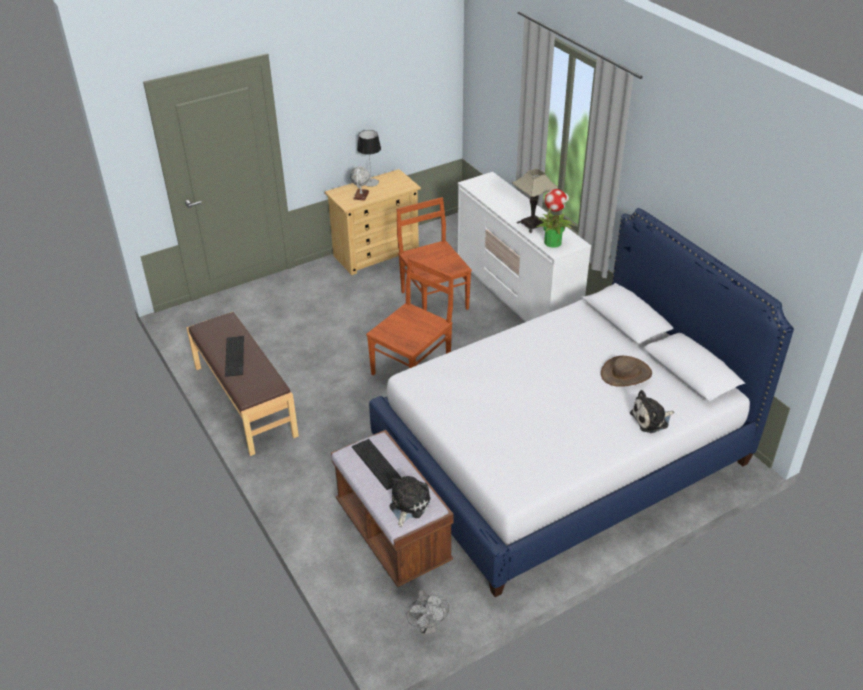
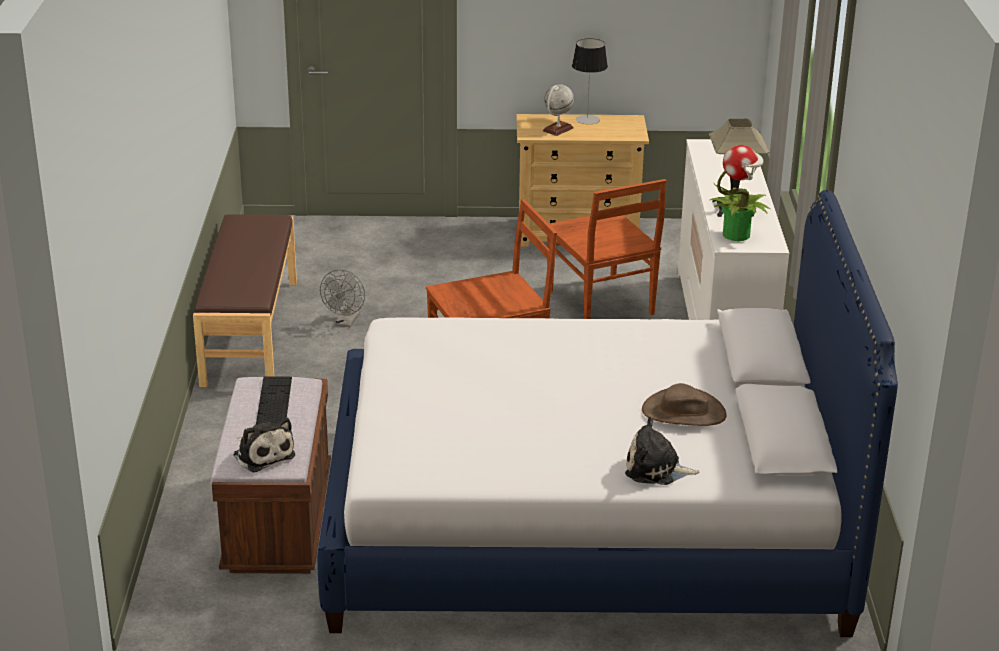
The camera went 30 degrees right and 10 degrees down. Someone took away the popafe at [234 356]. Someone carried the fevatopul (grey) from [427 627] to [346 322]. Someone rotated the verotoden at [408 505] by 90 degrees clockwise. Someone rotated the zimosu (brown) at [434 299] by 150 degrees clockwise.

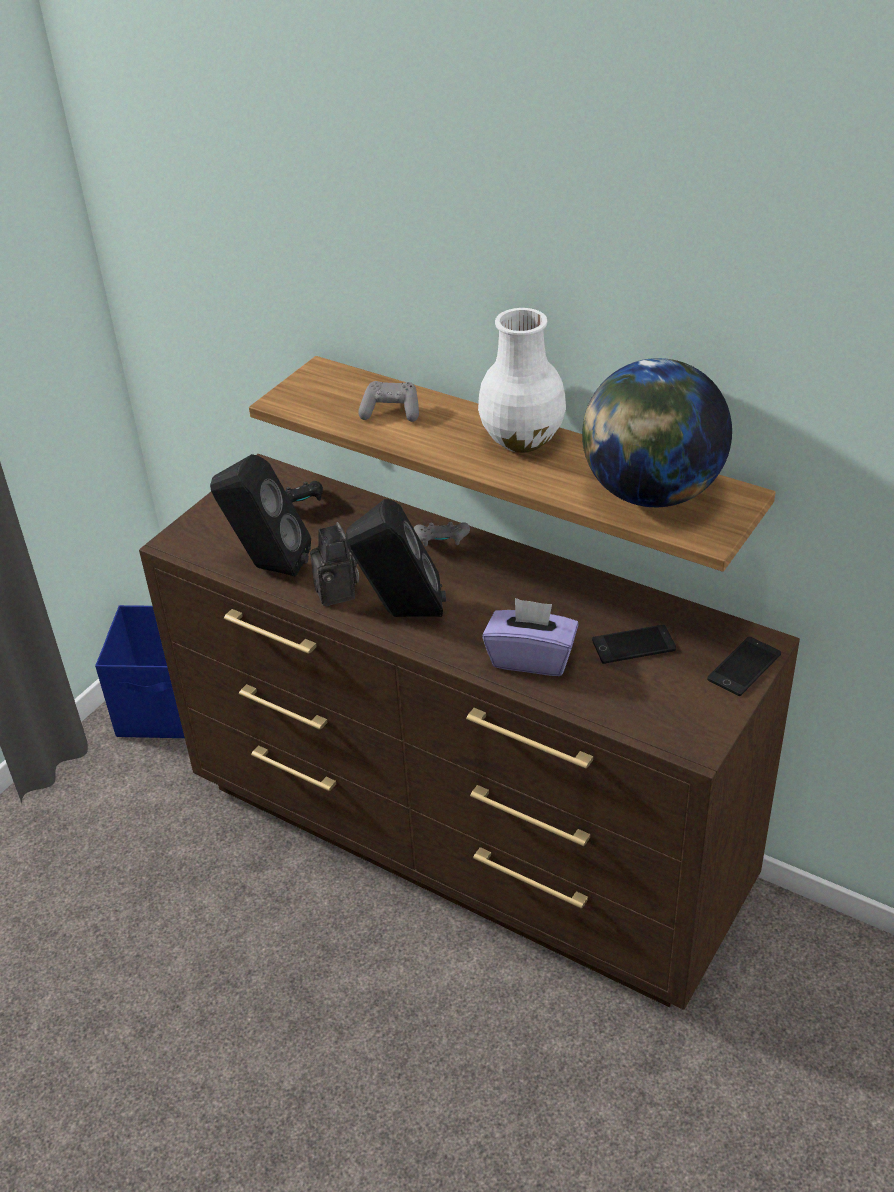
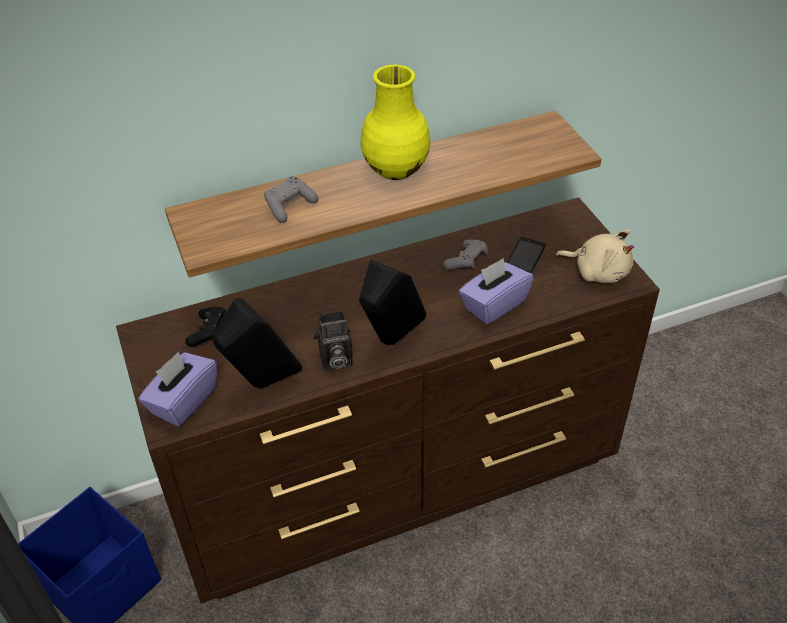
The camera went 55 degrees left and 5 degrees up. Someone took away the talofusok at [651 493]. Someone took away the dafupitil at [744 667]. Someone put down the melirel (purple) at [183 401]. Someone put down the verotoden (beige) at [598 271]. Someone carried the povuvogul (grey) from [441 543] to [466 262]. Someone repainted the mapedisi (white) at [521 441], which became the mapedisi (yellow) at [395 170]. Someone rotated the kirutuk at [338 593] by 150 degrees clockwise.

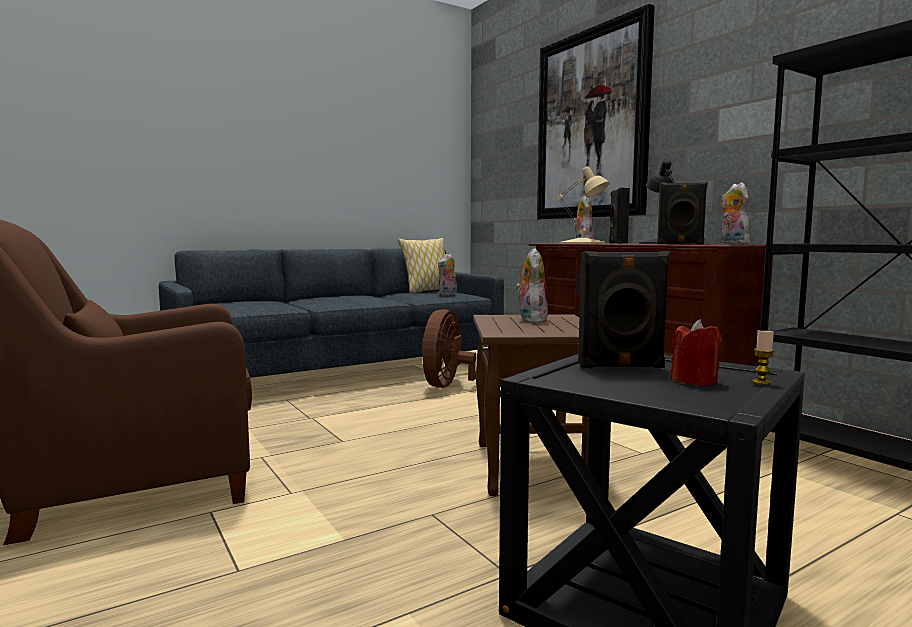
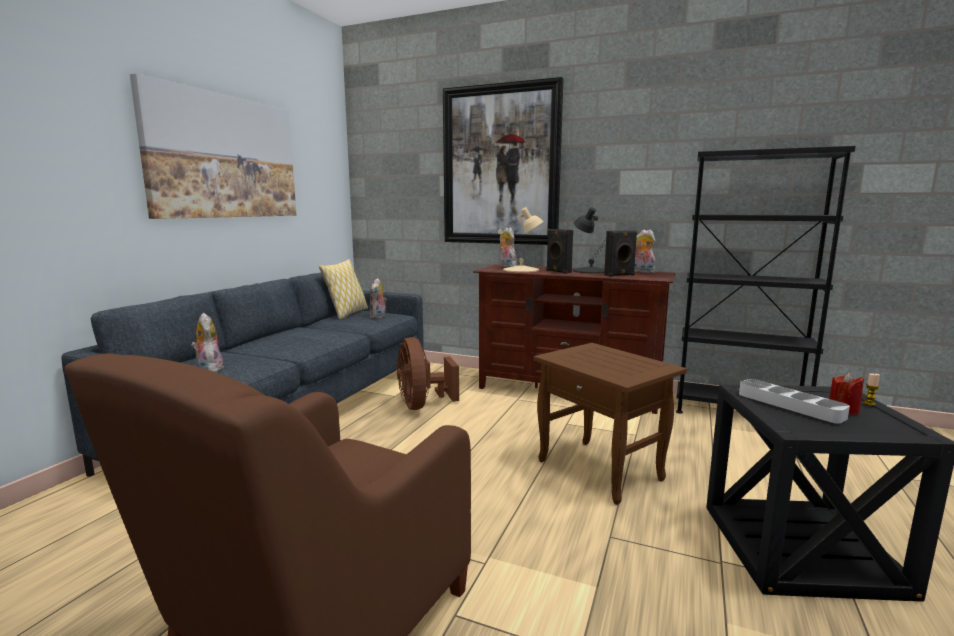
The camera went 35 degrees left and 5 degrees up. Someone put up the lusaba at [224 157]. Someone carried the verotoden from [531 320] to [209 369]. Someone swapped the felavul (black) at [621 366] for the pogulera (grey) at [789 405].

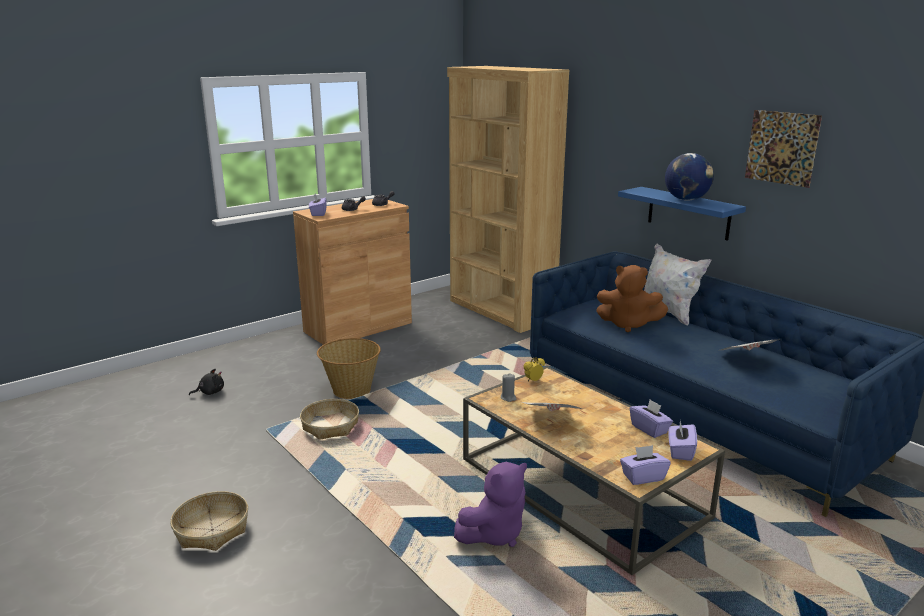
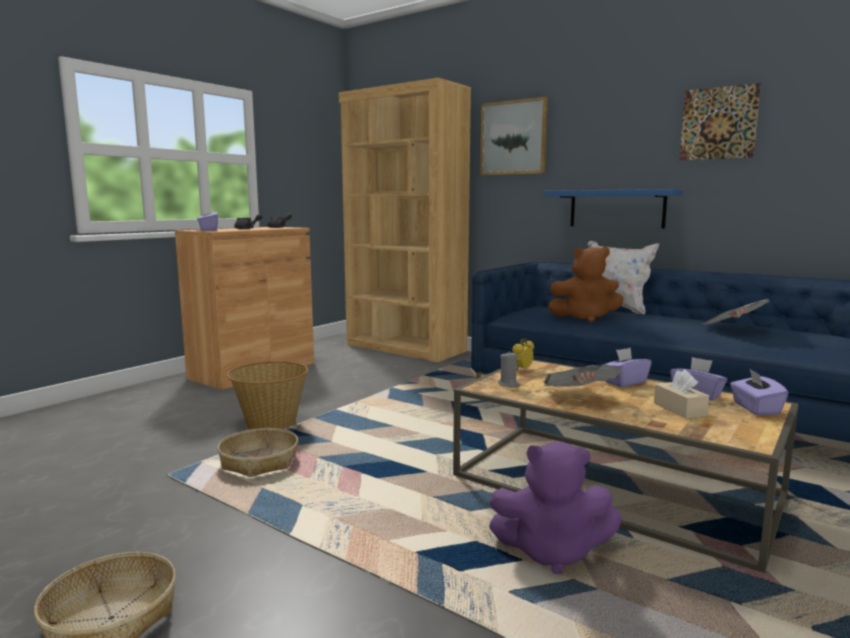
The camera went 15 degrees left and 10 degrees down. Someone took away the verotoden (black) at [210 392]. Someone took away the talofusok at [686 199]. Someone put up the lusaba at [514 138]. Someone put down the melirel (beige) at [679 409]. Someone carried the melirel (purple) from [643 477] to [624 382]. Someone rotated the verotoden (purple) at [494 533] by 60 degrees clockwise.

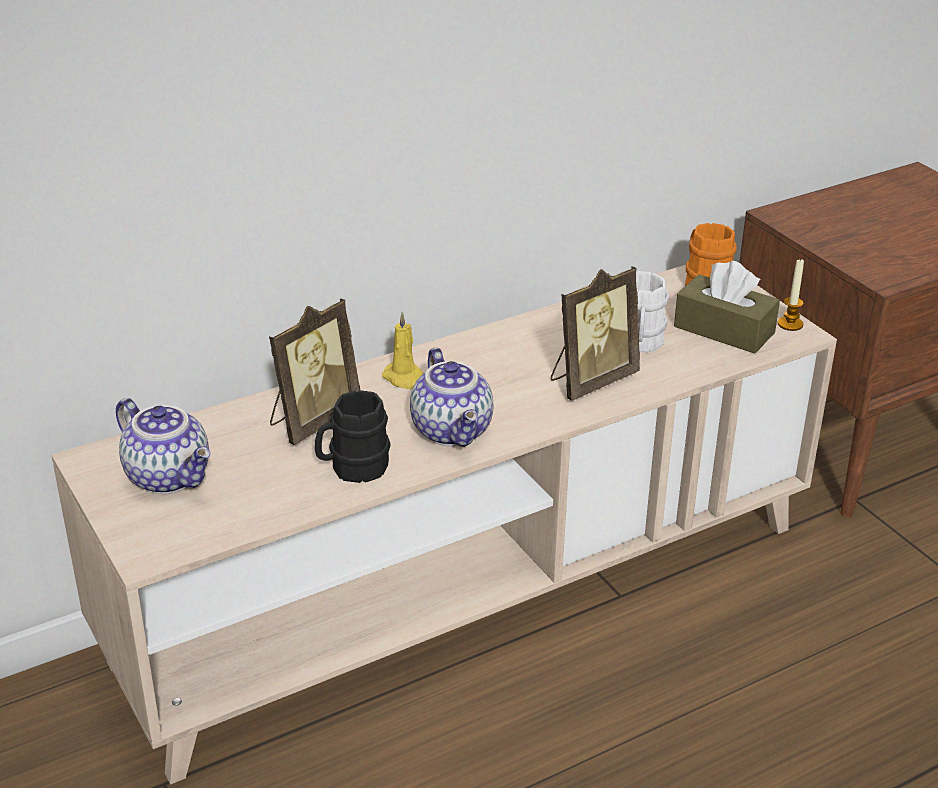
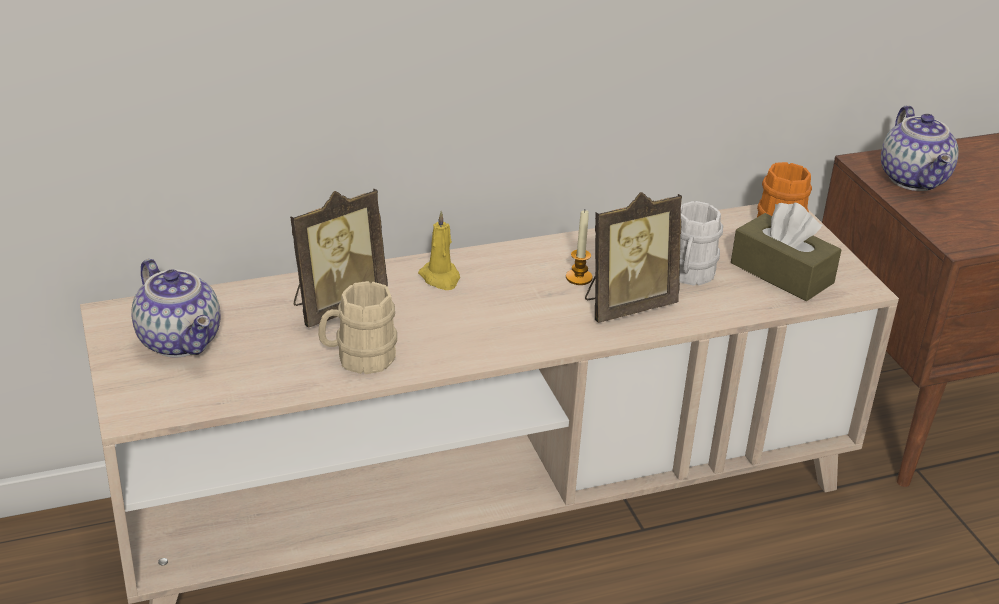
The camera went 10 degrees right and 0 degrees up. Someone carried the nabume from [454 431] to [915 180]. Someone carried the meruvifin from [790 324] to [579 278]. Someone repainted the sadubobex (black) at [352 468], which became the sadubobex (beige) at [358 358].

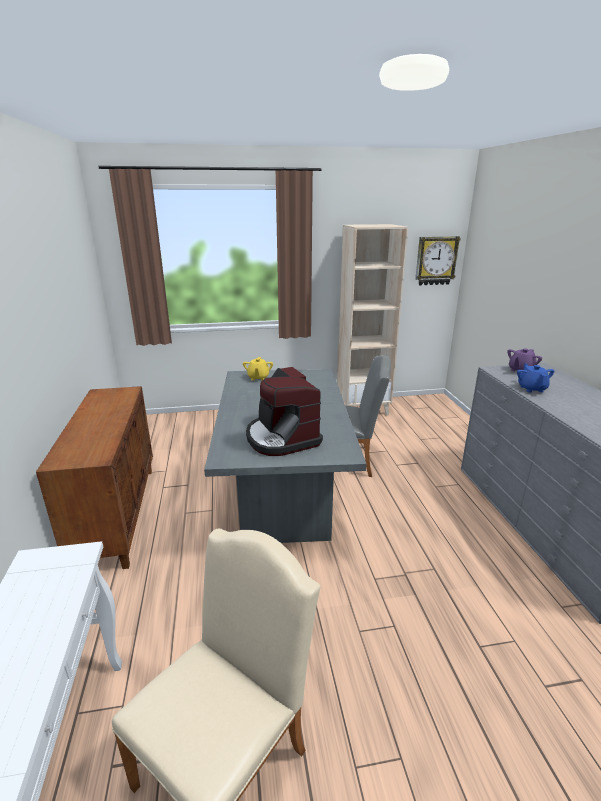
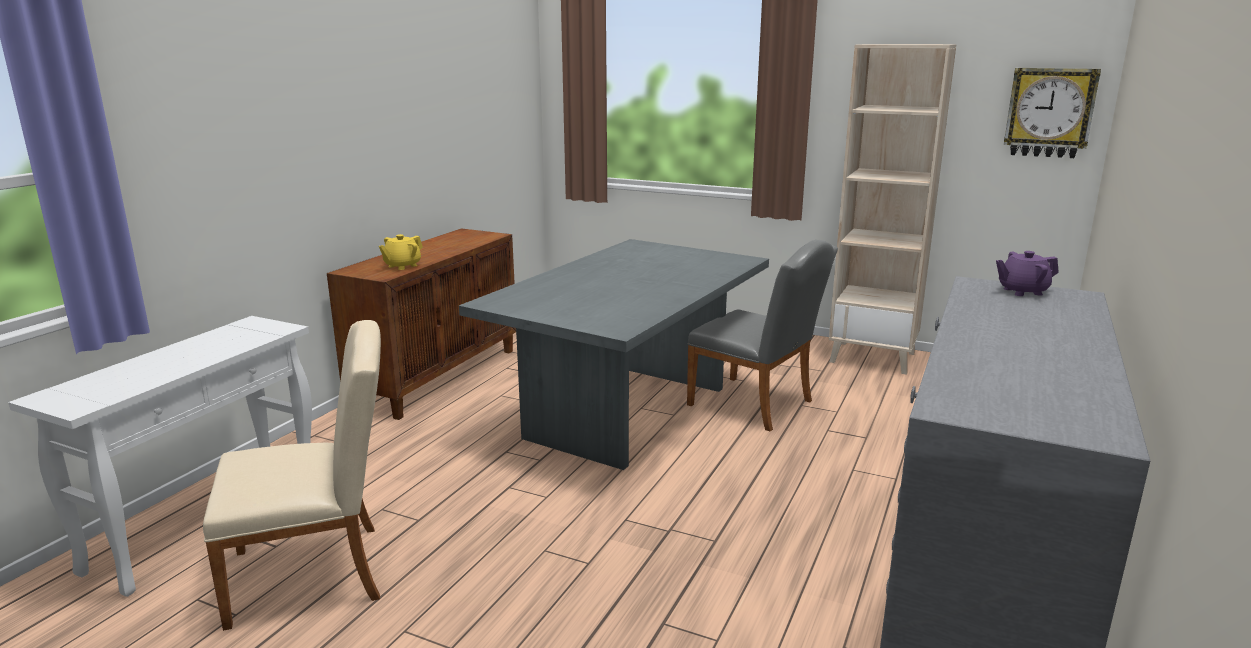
The camera went 35 degrees right and 5 degrees down. Someone took away the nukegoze at [282 438]. Someone took away the nabume (blue) at [531 388]. Someone carried the nabume (yellow) from [258 377] to [402 266].

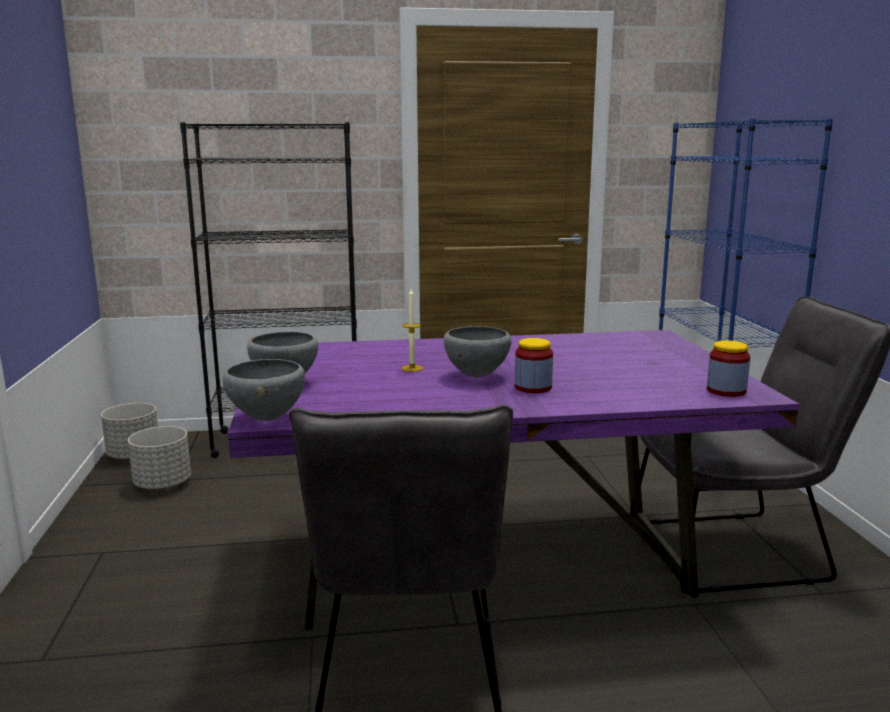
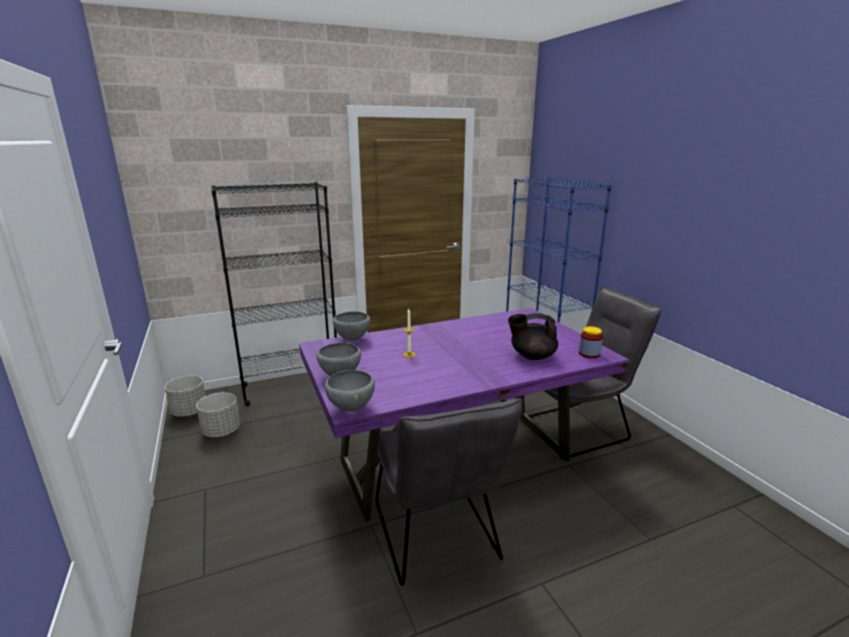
The camera went 15 degrees left and 5 degrees up. Someone took away the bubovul at [533 387]. Someone put down the nabume (black) at [532 356]. Someone carried the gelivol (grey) from [476 376] to [352 340].

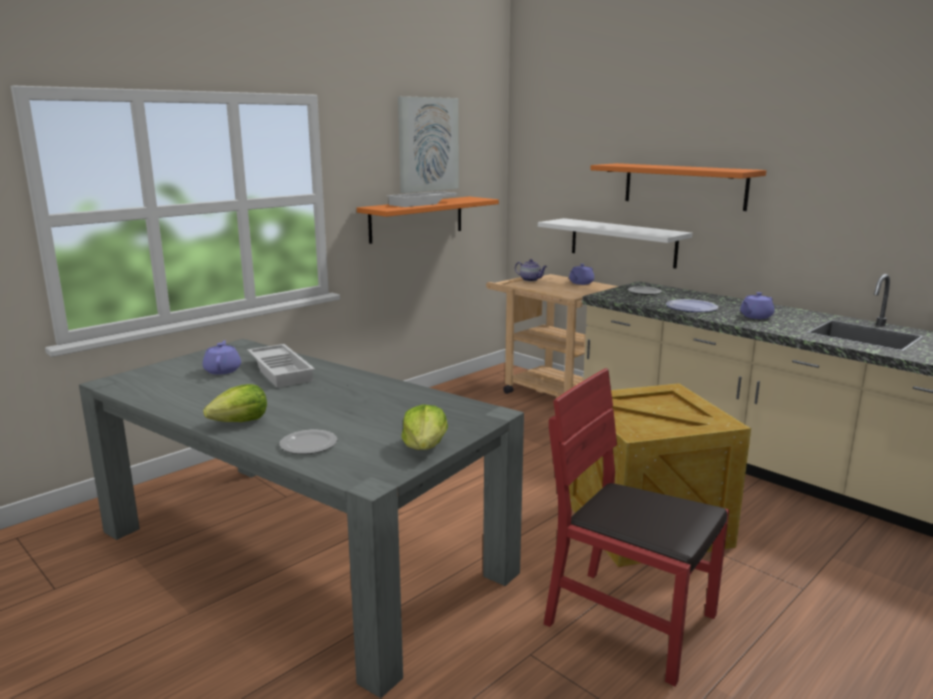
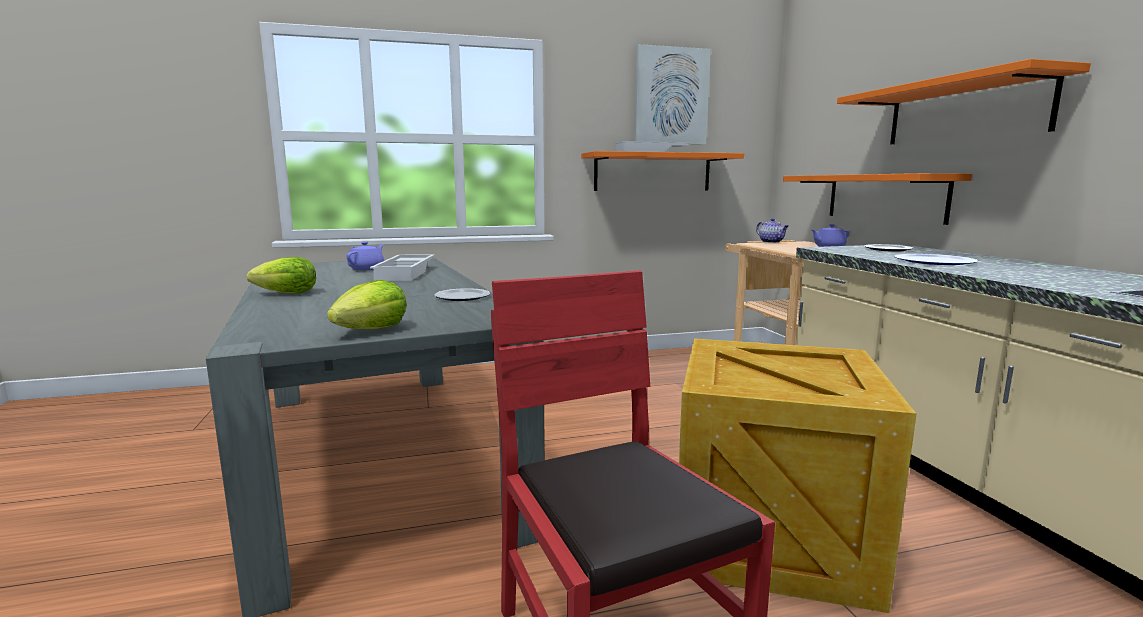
The camera went 30 degrees right and 5 degrees down. Someone took away the nabume (purple) at [755 317]. Someone carried the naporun from [308 444] to [462 297]. Someone repainted the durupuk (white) at [622 242], which became the durupuk (orange) at [884 197].

